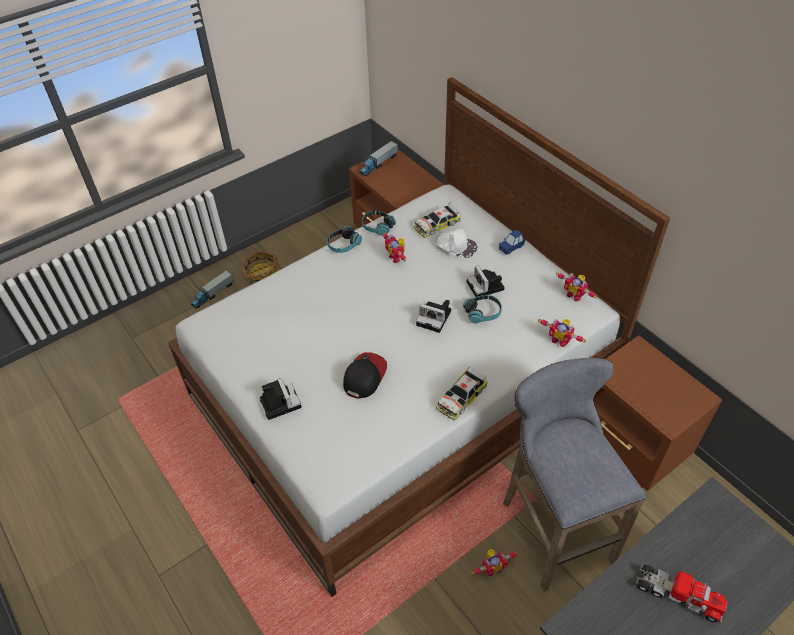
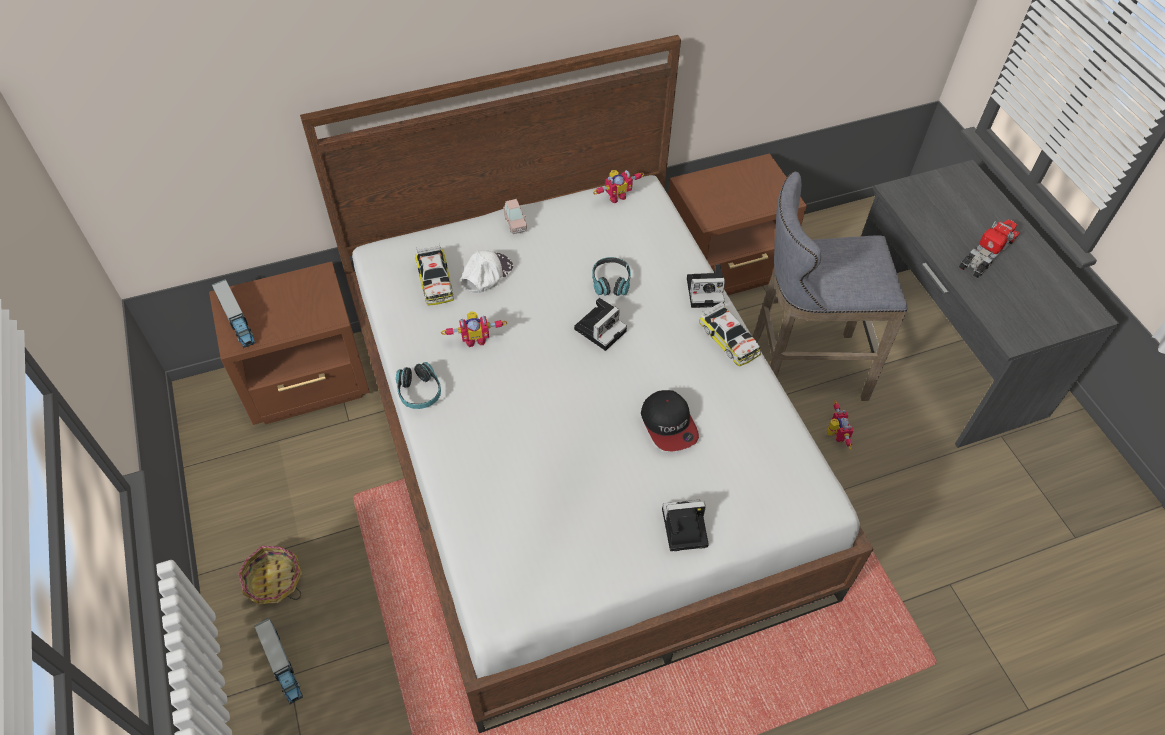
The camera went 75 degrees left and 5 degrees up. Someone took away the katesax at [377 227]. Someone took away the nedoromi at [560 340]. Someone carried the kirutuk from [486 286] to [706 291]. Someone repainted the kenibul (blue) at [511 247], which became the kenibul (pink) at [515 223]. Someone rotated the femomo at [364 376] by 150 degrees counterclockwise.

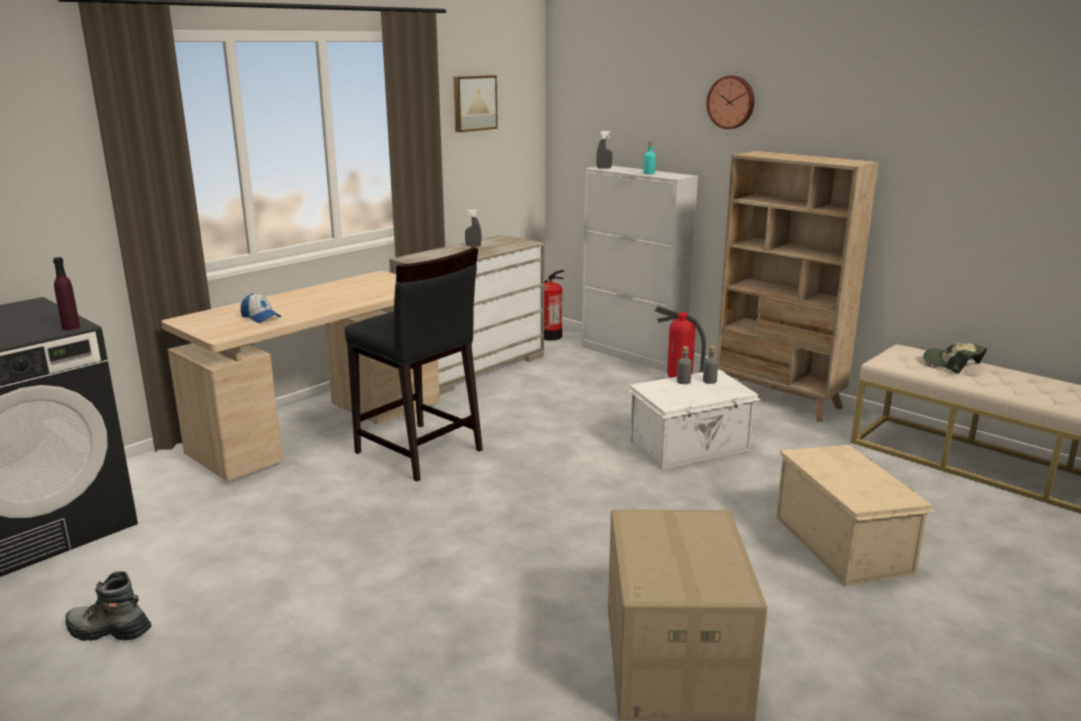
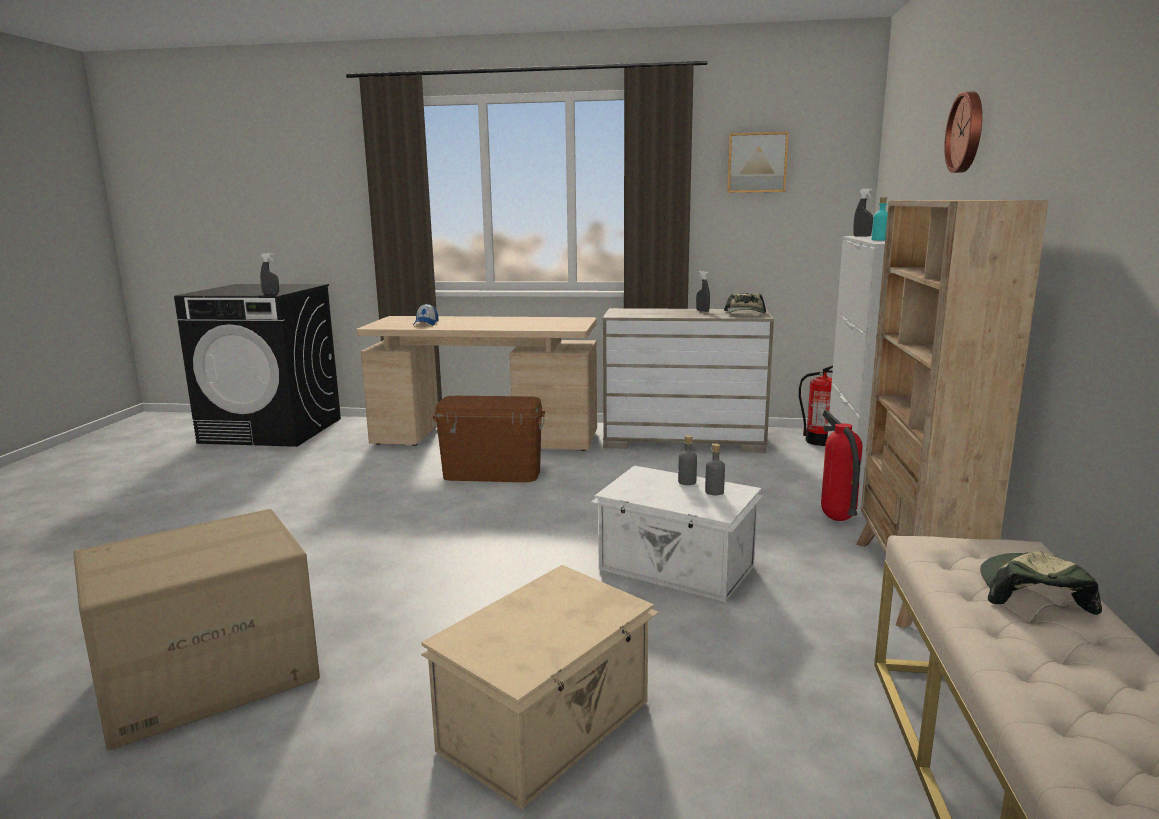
The camera went 55 degrees right and 5 degrees down. Someone took away the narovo at [108 631]. Someone put down the femomo at [746 314]. Someone swapped the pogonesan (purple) at [71 327] for the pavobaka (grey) at [271 294]. Someone swapped the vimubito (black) at [419 452] for the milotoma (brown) at [491 474].

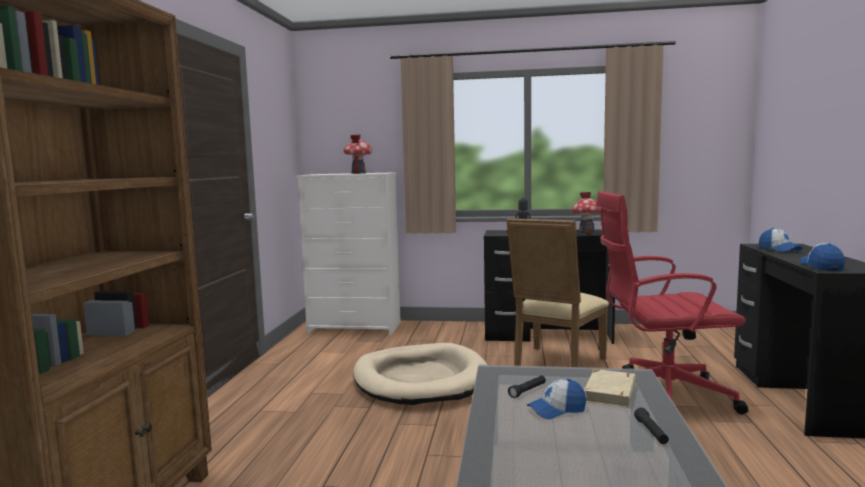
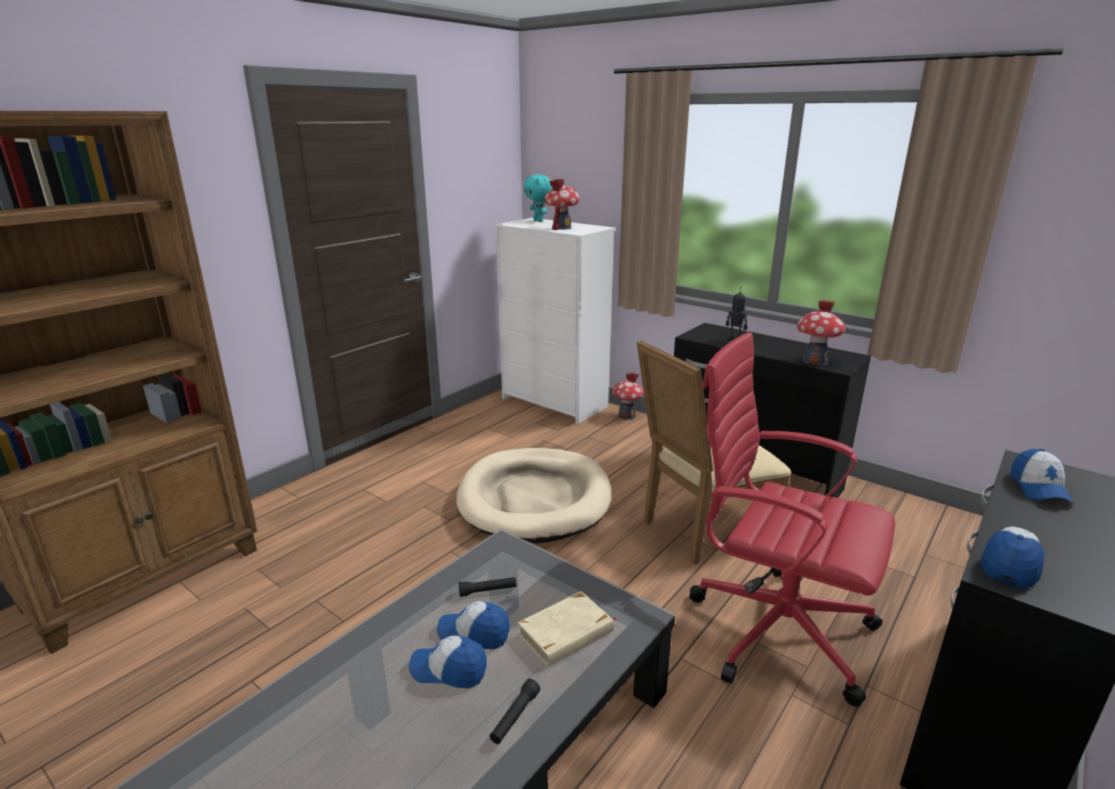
The camera went 30 degrees right and 15 degrees up. Someone put down the femomo at [449 670]. Someone put down the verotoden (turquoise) at [539 221]. Someone put down the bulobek at [627 415].

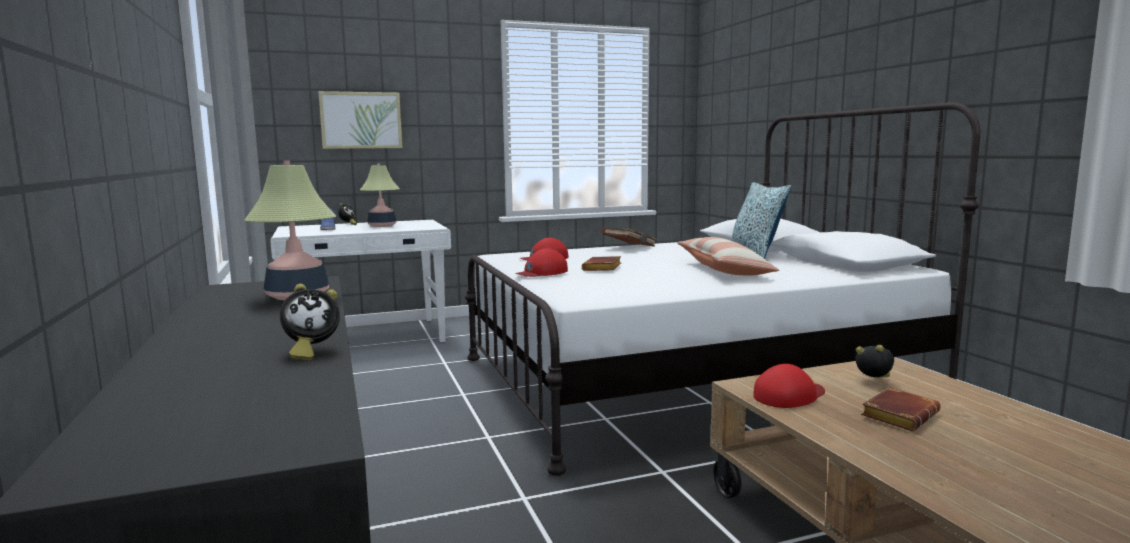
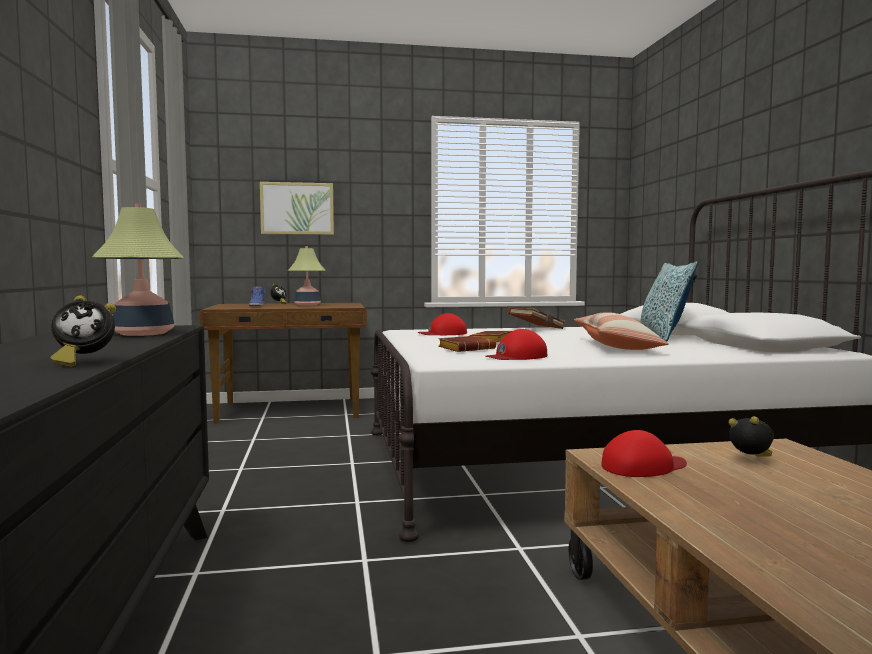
The camera went 10 degrees right and 5 degrees down. Someone carried the femomo (red) from [542 272] to [517 357]. Someone carried the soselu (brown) from [898 415] to [467 349]. Someone repainted the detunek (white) at [369 337], which became the detunek (brown) at [291 410].

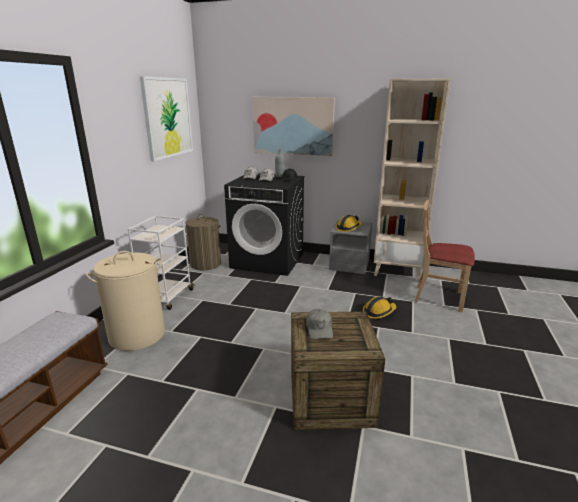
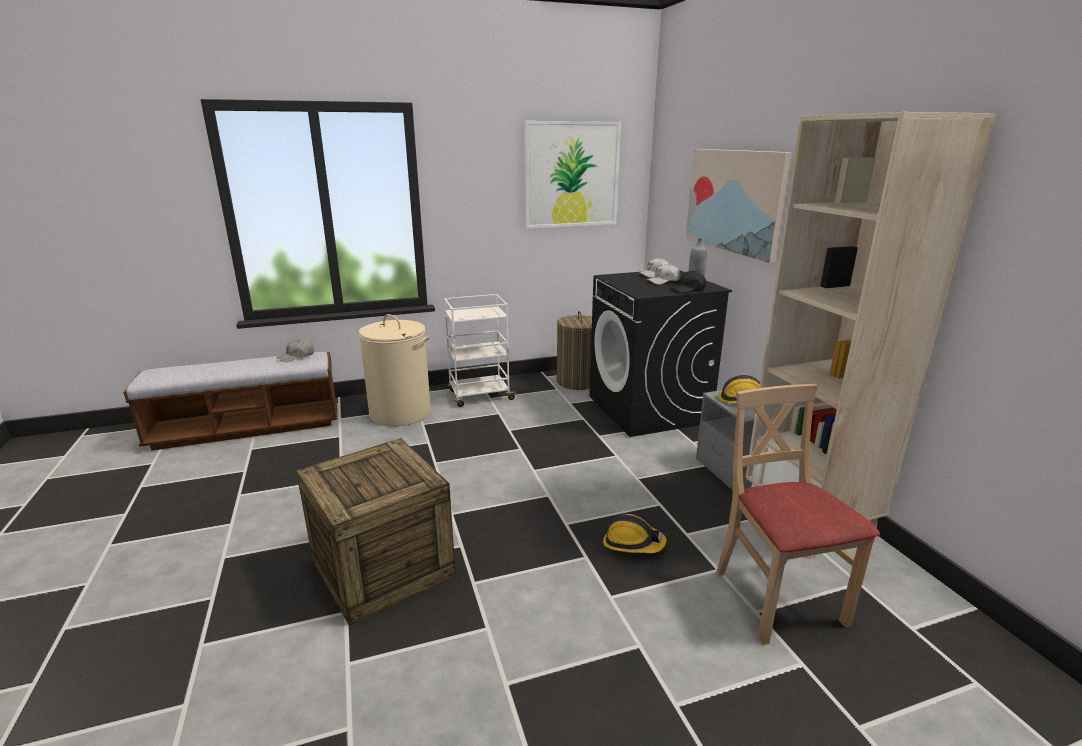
The camera went 55 degrees right and 0 degrees up. Someone carried the femomo (grey) from [319 329] to [296 356].

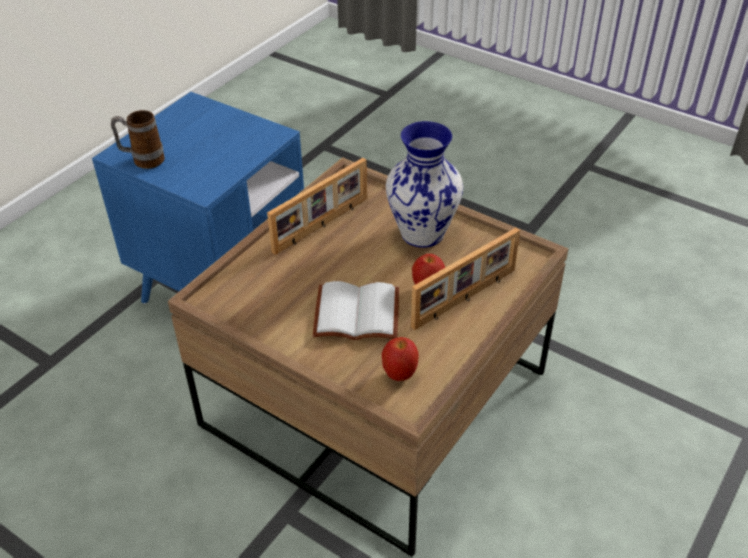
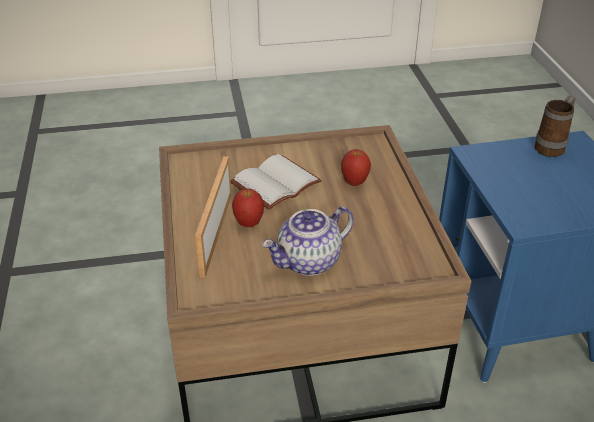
The camera went 135 degrees right and 5 degrees down. Someone took away the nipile at [322 225]. Someone carried the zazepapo from [399 375] to [355 182]. Someone swapped the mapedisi at [421 233] for the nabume at [309 262].

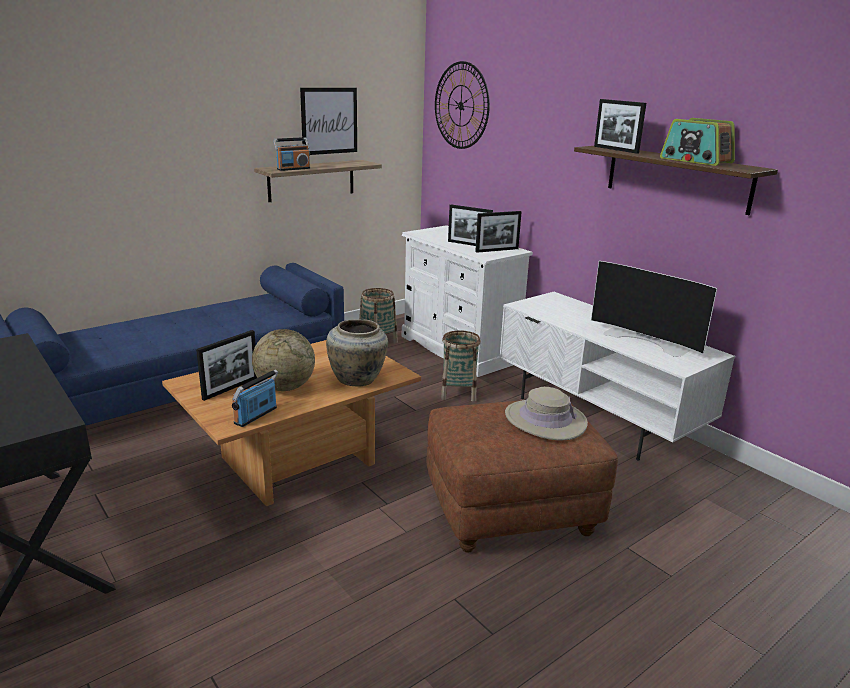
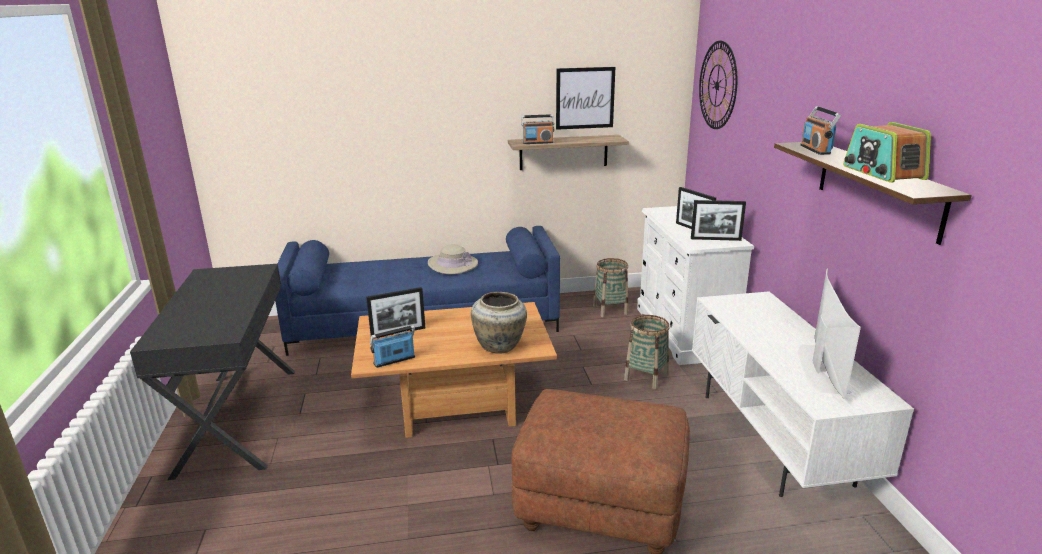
The camera went 30 degrees right and 0 degrees up. Someone took away the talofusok at [285 387]. Someone carried the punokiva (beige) from [545 420] to [452 264]. Someone swapped the nipile at [615 149] for the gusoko at [815 150]. Someone rotated the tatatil at [647 340] by 150 degrees counterclockwise.

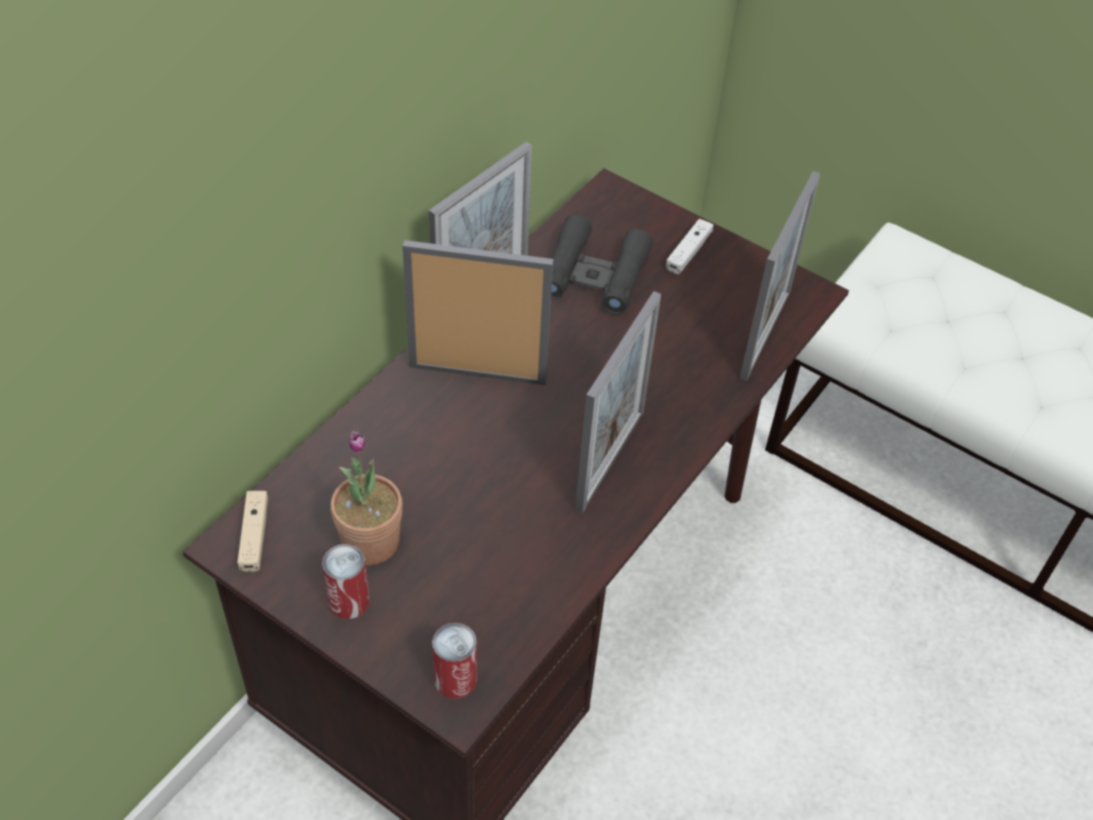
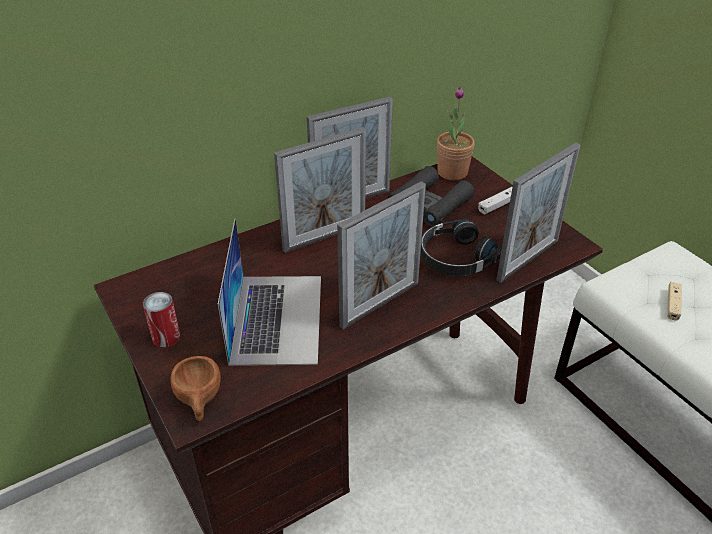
The camera went 25 degrees right and 10 degrees down. Someone put down the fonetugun at [277 318]. Someone put down the katesax (black) at [455 257]. Someone carried the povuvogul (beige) from [254 536] to [672 304]. Someone carried the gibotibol from [370 542] to [452 172]. Someone swapped the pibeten at [455 679] for the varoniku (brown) at [199 401]. Someone rotated the nipile at [477 373] by 120 degrees clockwise.

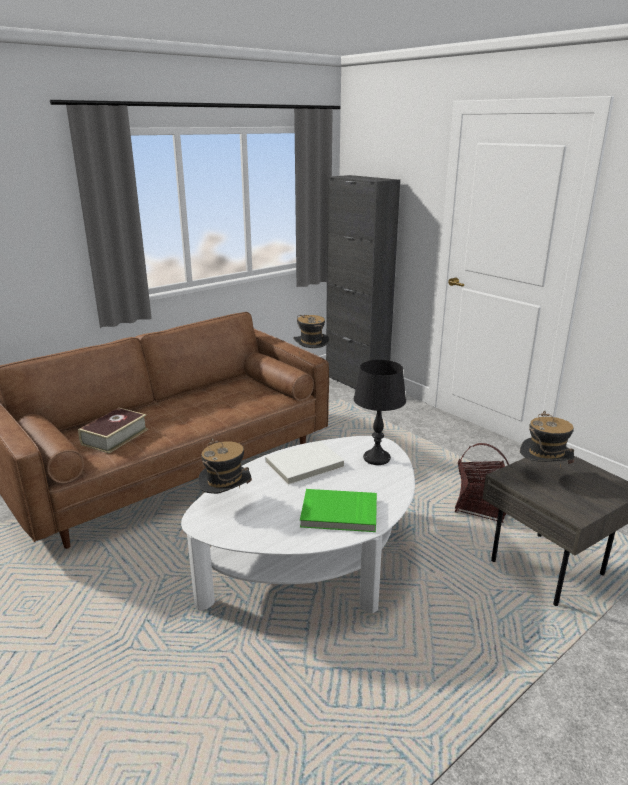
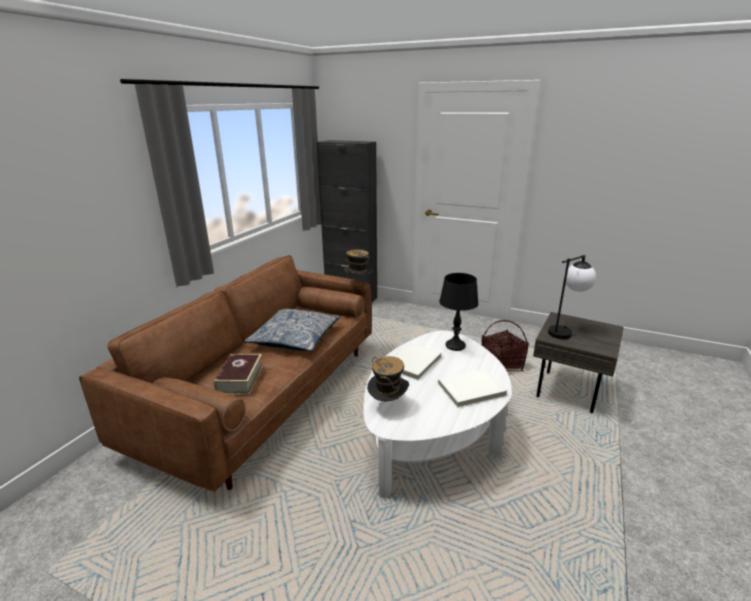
The camera went 25 degrees left and 0 degrees up. Someone put down the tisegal at [295 338]. Someone swapped the punokiva at [542 475] for the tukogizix at [565 331]. Someone repainted the soselu (green) at [339 514], which became the soselu (white) at [472 390].

